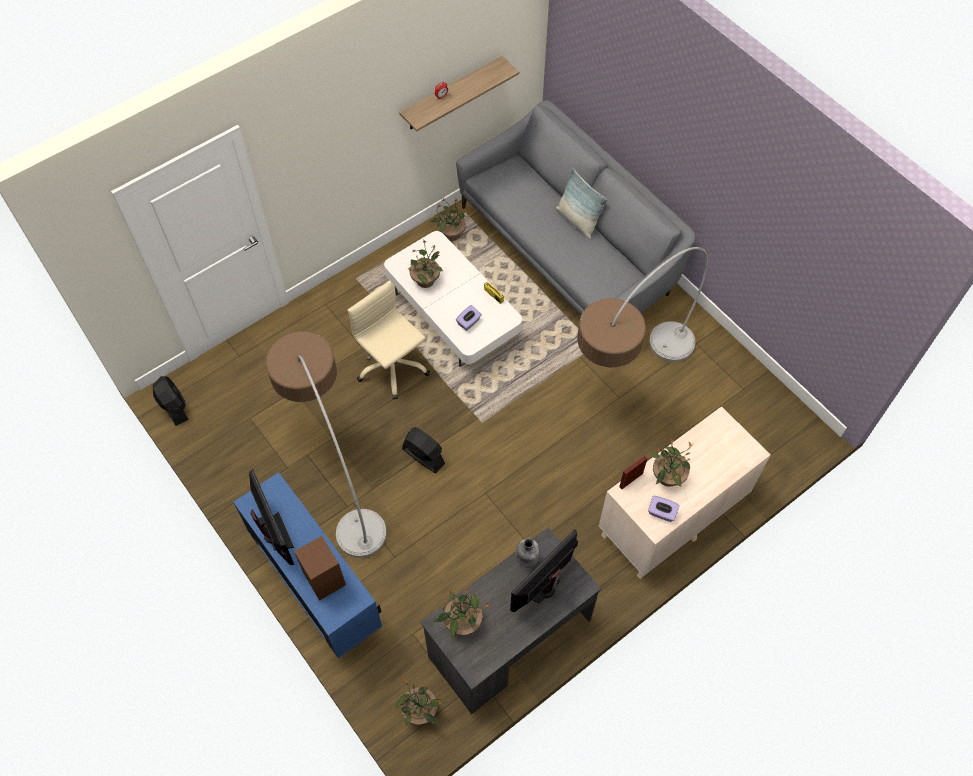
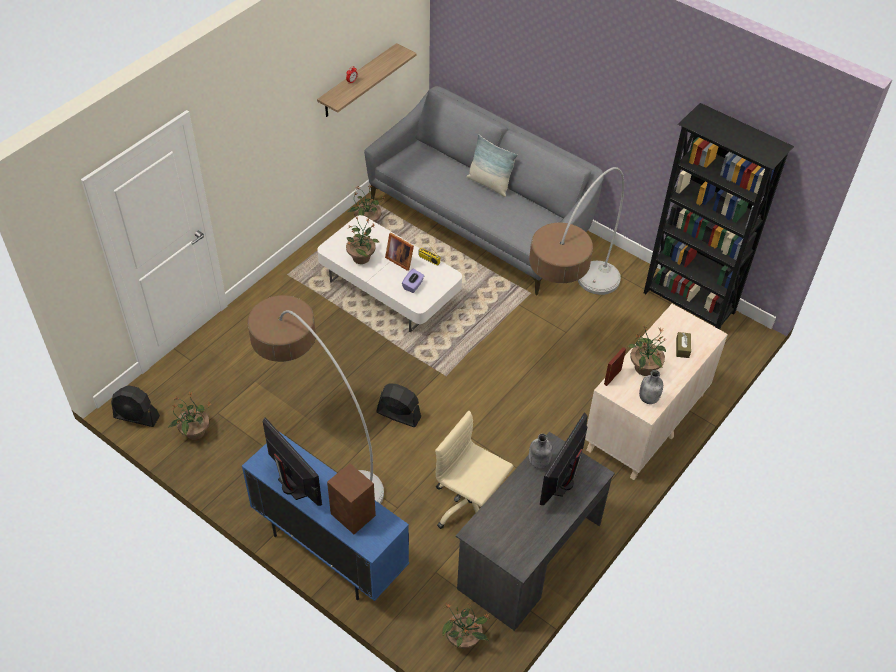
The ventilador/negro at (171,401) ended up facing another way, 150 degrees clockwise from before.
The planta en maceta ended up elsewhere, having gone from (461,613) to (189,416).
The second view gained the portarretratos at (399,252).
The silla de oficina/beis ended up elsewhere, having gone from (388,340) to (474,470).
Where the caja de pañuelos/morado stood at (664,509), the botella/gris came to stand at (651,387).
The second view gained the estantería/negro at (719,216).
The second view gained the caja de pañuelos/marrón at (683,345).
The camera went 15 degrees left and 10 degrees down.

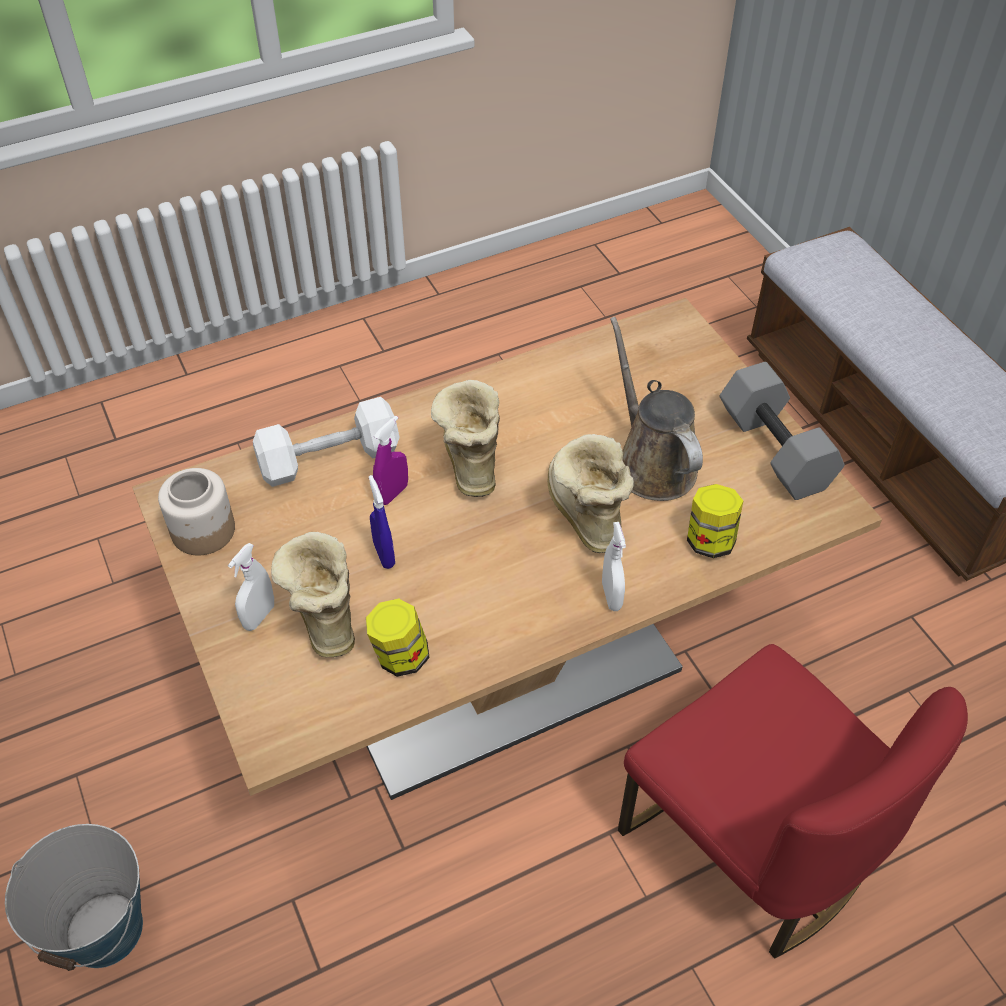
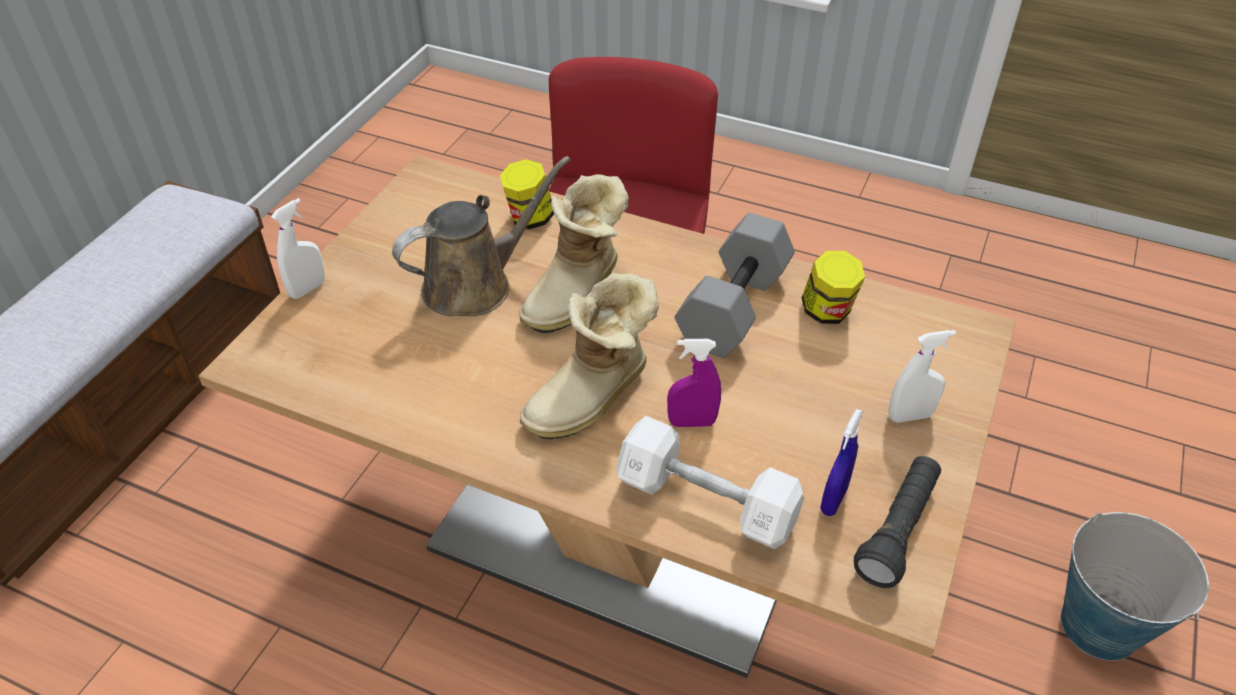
The pulverizador/blanco ended up elsewhere, having gone from (614,566) to (298,248).
The regadera/marrón at (656,409) ended up facing another way, 150 degrees counterclockwise from before.
The mancuerna/gris ended up elsewhere, having gone from (782,431) to (735,285).
The pulverizador/azul ended up elsewhere, having gone from (382,522) to (841,462).
Where the tarro stood at (196,511), the linterna/negro came to stand at (897,522).
The second view lost the bota at (313,594).
The camera went 130 degrees left and 5 degrees down.

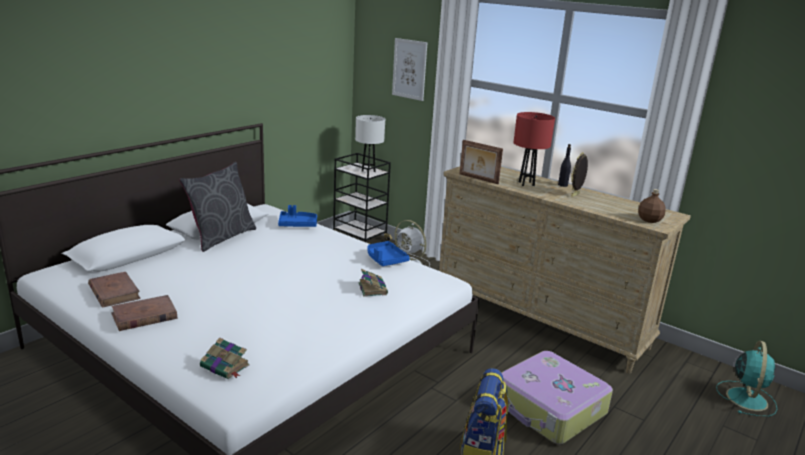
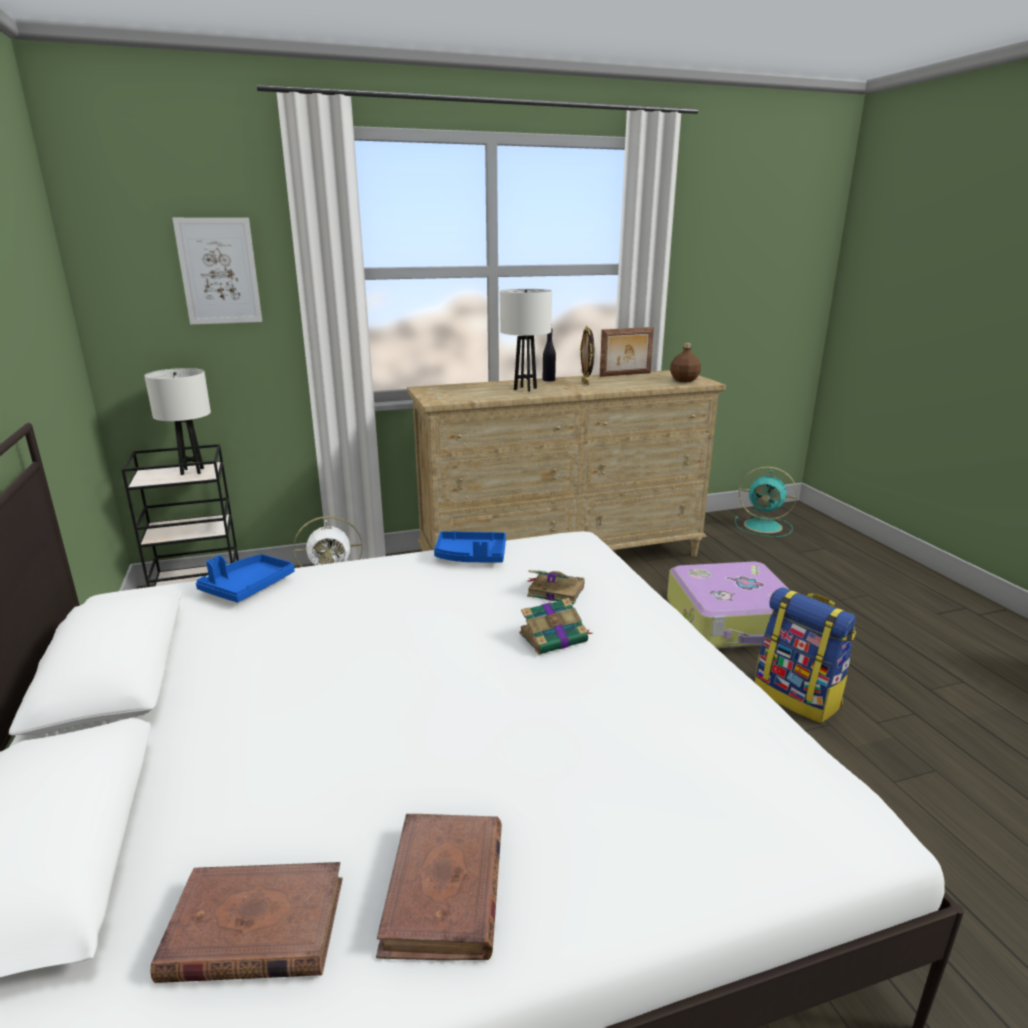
What was the lámpara de mesa/rojo at (534,149) turned into the lámpara de mesa/blanco at (526,340).
The libro ended up elsewhere, having gone from (225,358) to (555,626).
The portarretratos ended up elsewhere, having gone from (481,162) to (626,352).
The ventilador/turquesa at (746,379) ended up facing another way, 150 degrees clockwise from before.
The second view lost the cojín/gris at (217,207).
The camera went 55 degrees left and 0 degrees up.

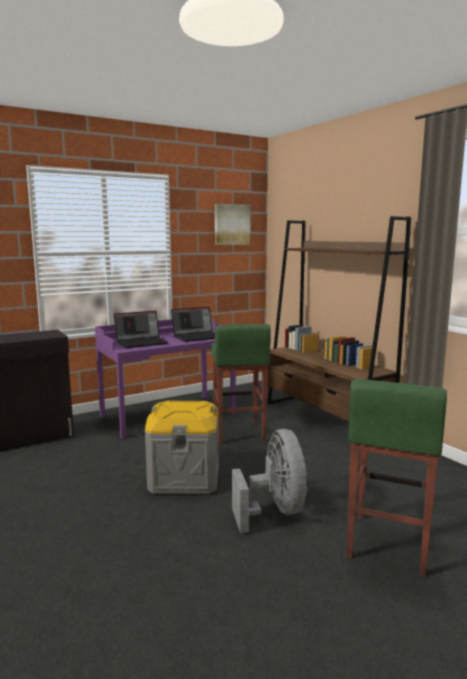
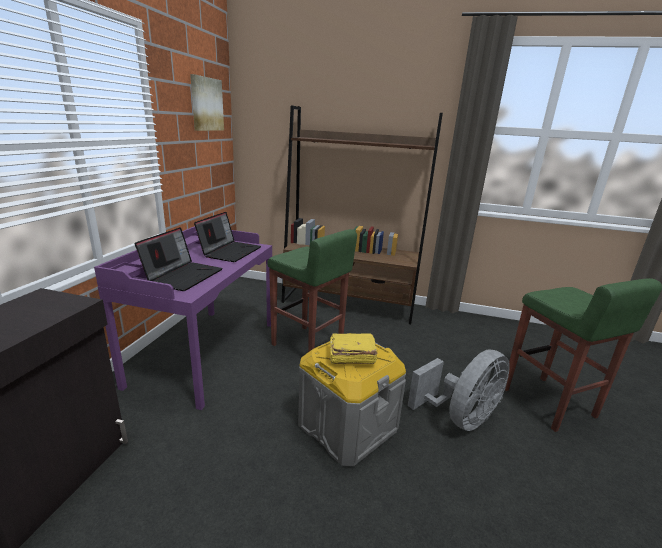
The second view gained the libro/amarillo at (353,348).
The ventilador/gris at (269,481) ended up facing another way, 105 degrees clockwise from before.
The camera went 45 degrees left and 10 degrees up.

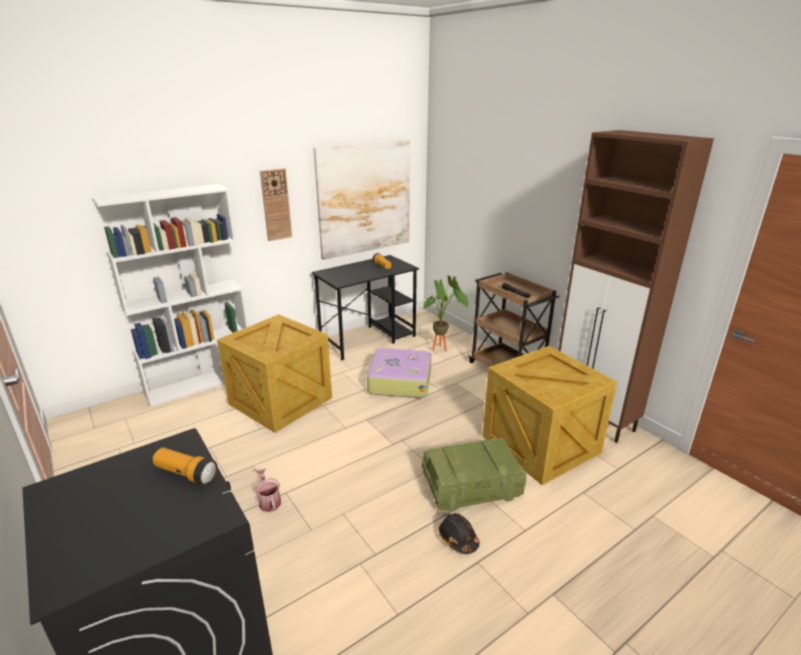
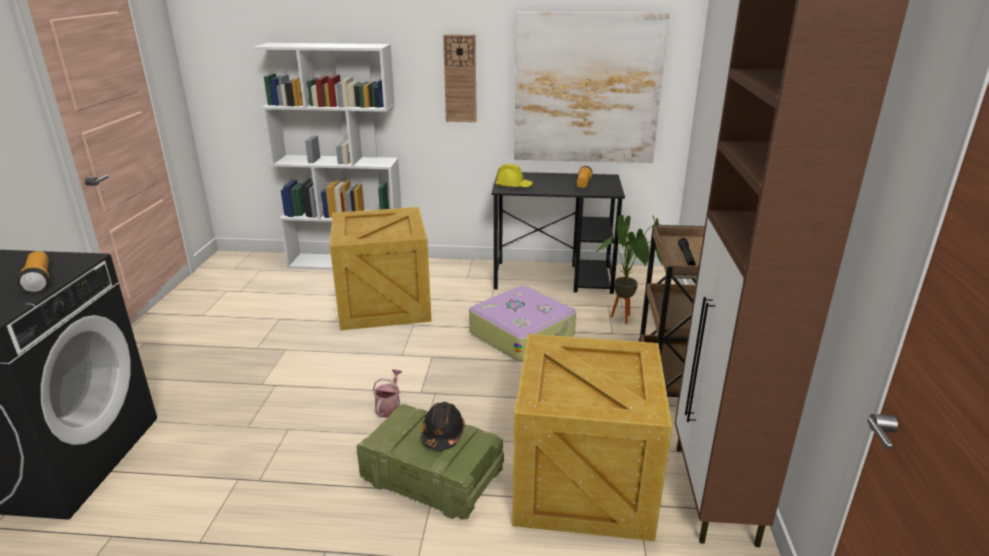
The regadera ended up elsewhere, having gone from (268,490) to (387,393).
The casco/negro ended up elsewhere, having gone from (459,533) to (443,426).
The second view gained the casco/amarillo at (514,176).
The camera went 40 degrees right and 0 degrees up.

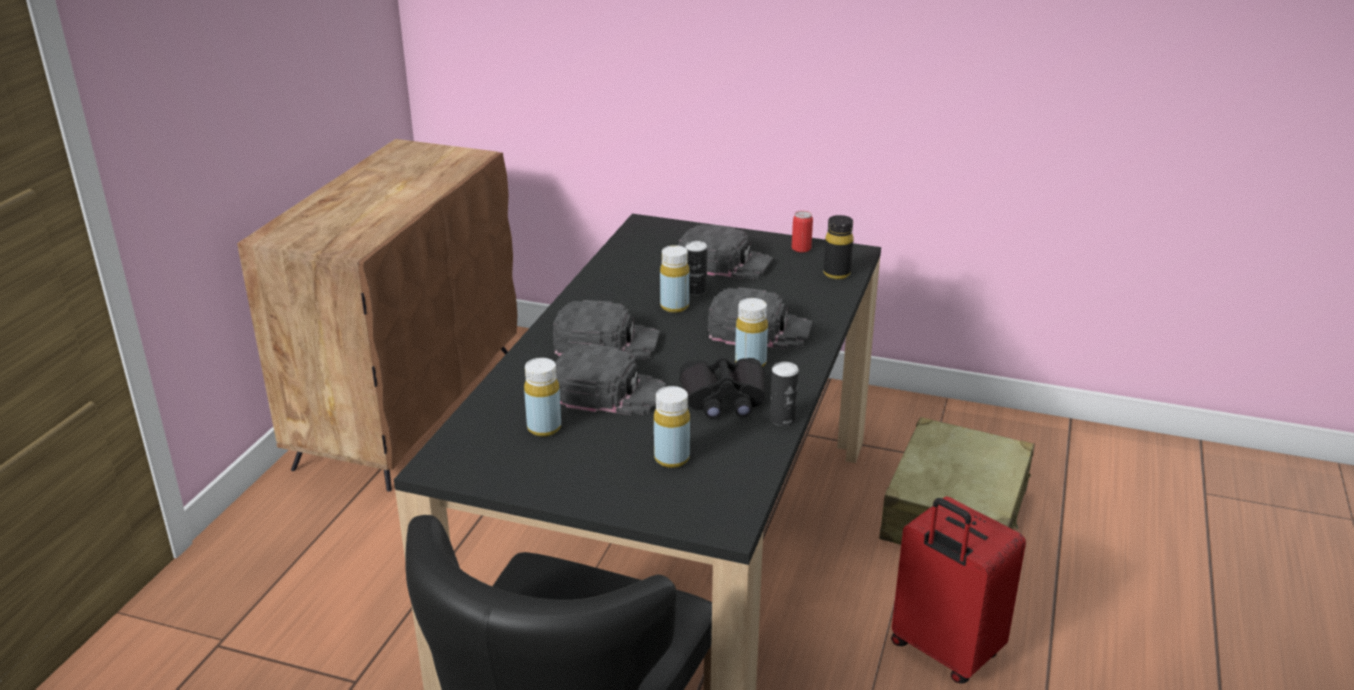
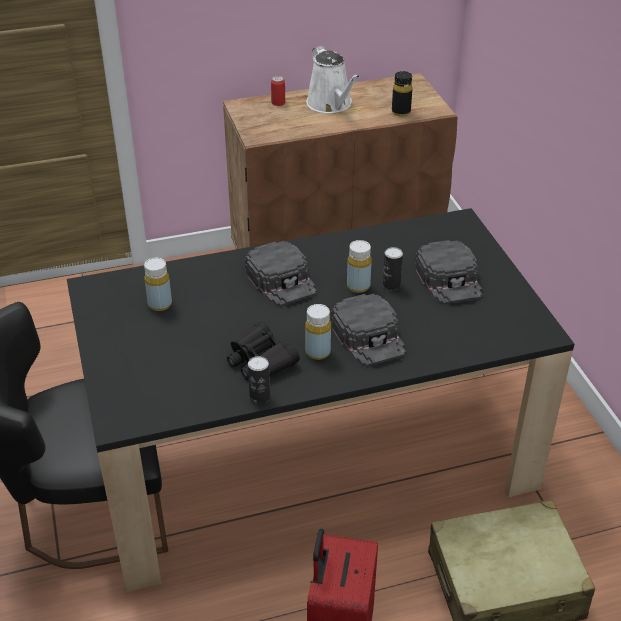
The lata ended up elsewhere, having gone from (802,231) to (278,91).
The second view gained the regadera/blanco at (332,79).
The botella/negro ended up elsewhere, having gone from (838,247) to (402,94).
The second view lost the gorra/negro at (610,379).
The second view lost the botella/amarillo at (672,427).
The camera went 55 degrees right and 10 degrees up.

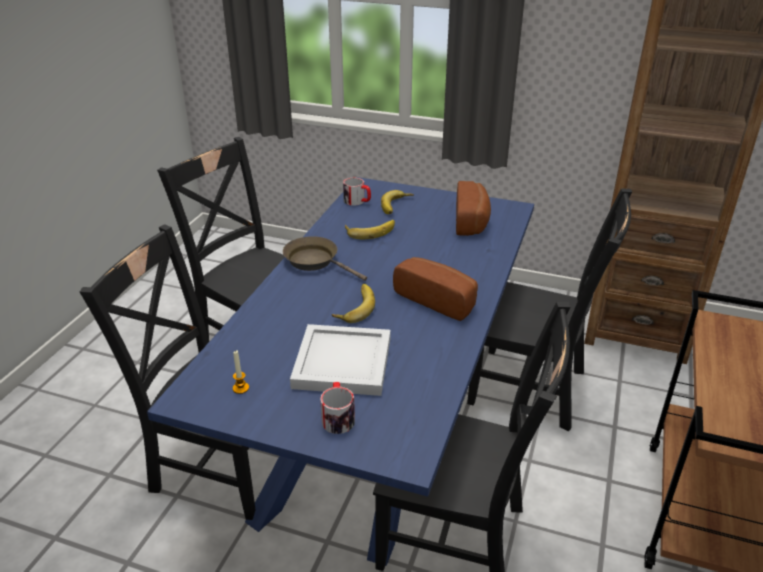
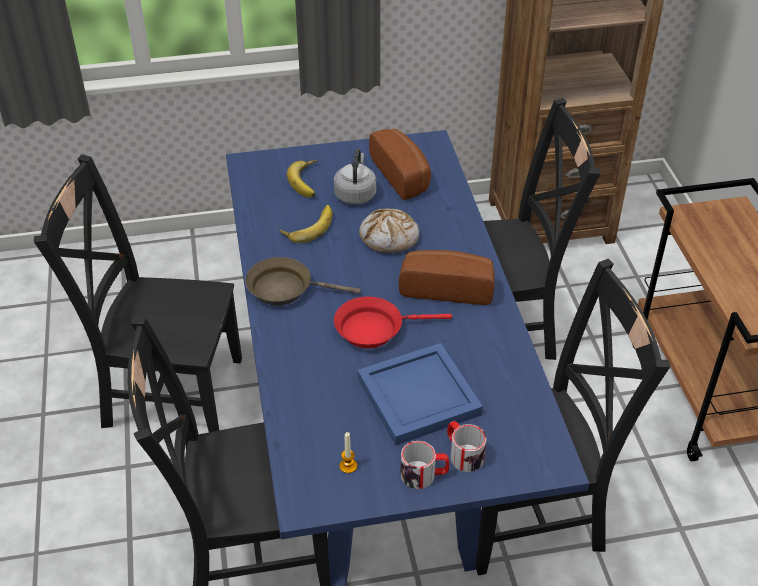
The second view gained the hervidor/gris at (355,176).
Where the plátano stood at (353,303), the sartén/rojo came to stand at (393,322).
What was the bandeja/blanco at (340,360) turned into the bandeja/azul at (420,394).
The second view gained the pan at (389,230).
The taza grande ended up elsewhere, having gone from (357,192) to (425,465).
The camera went 30 degrees left and 10 degrees up.

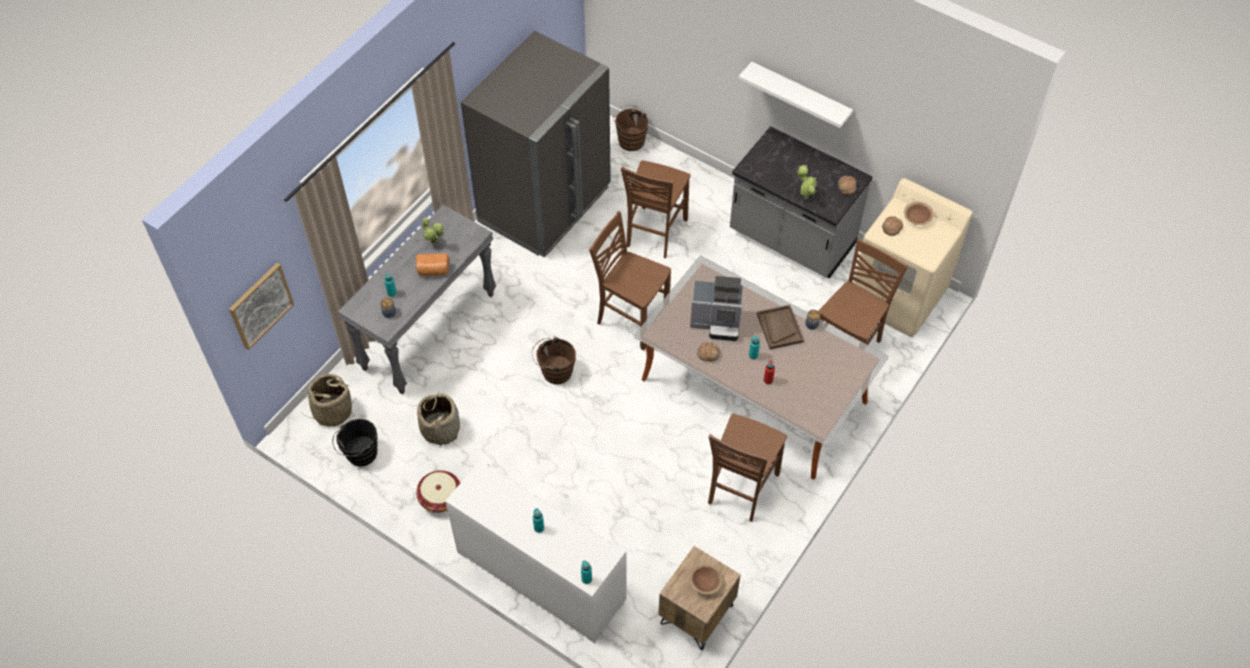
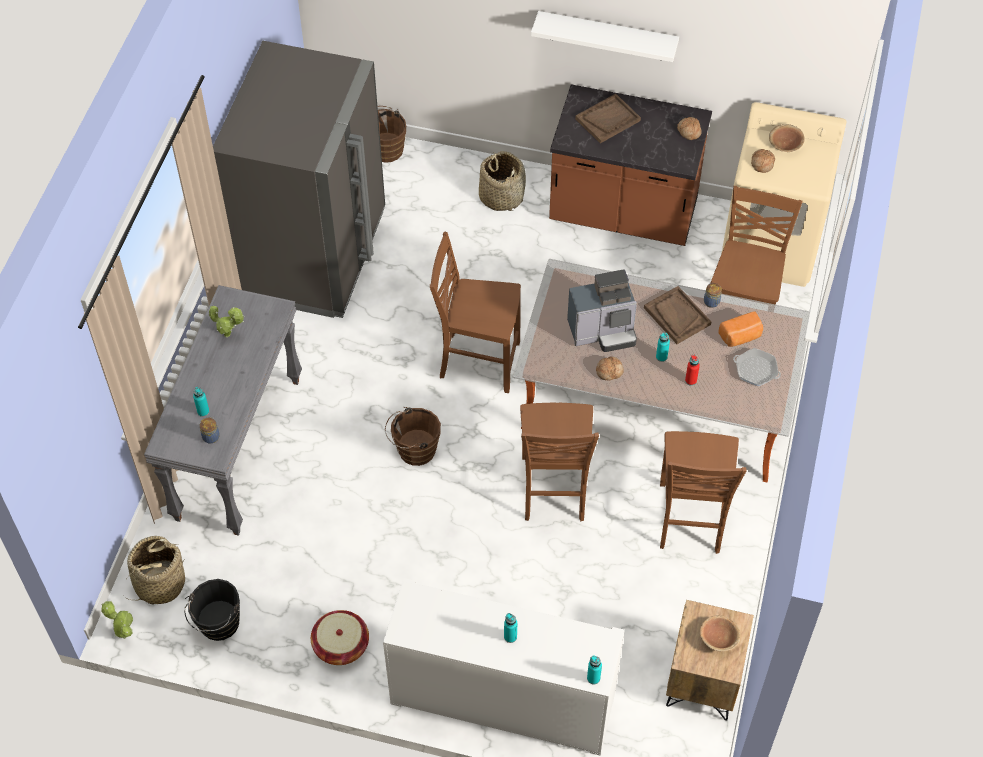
The planta en maceta ended up elsewhere, having gone from (807,182) to (117,619).
The cesta ended up elsewhere, having gone from (438,419) to (502,181).
The silla/marrón ended up elsewhere, having gone from (656,209) to (559,462).
What was the mueble bajo de cocina/gris at (801,202) turned into the mueble bajo de cocina/marrón at (630,165).
The second view gained the bandeja/marrón at (608,118).
The pan ended up elsewhere, having gone from (432,264) to (740,329).
The second view gained the sartén at (757,367).
The second view lost the cuadro at (261,306).
The camera went 20 degrees left and 0 degrees up.

